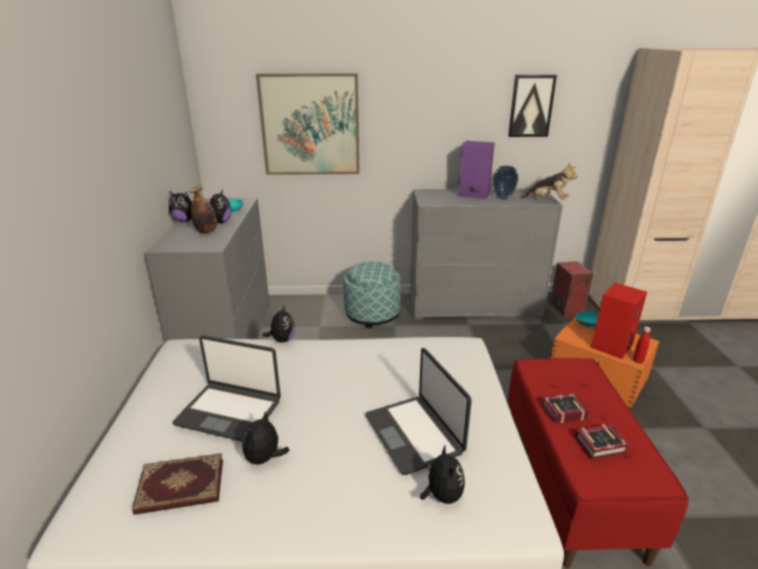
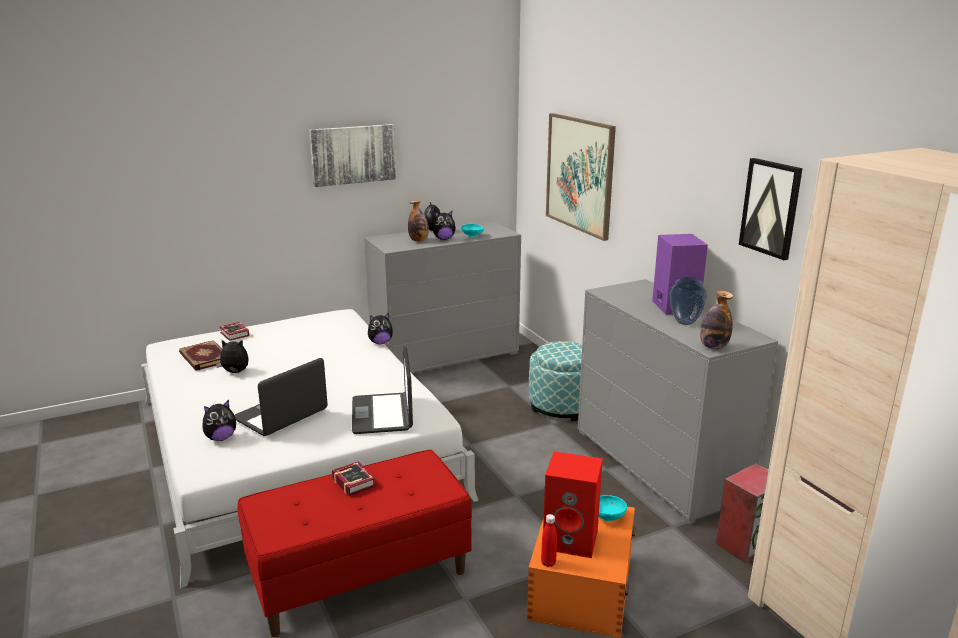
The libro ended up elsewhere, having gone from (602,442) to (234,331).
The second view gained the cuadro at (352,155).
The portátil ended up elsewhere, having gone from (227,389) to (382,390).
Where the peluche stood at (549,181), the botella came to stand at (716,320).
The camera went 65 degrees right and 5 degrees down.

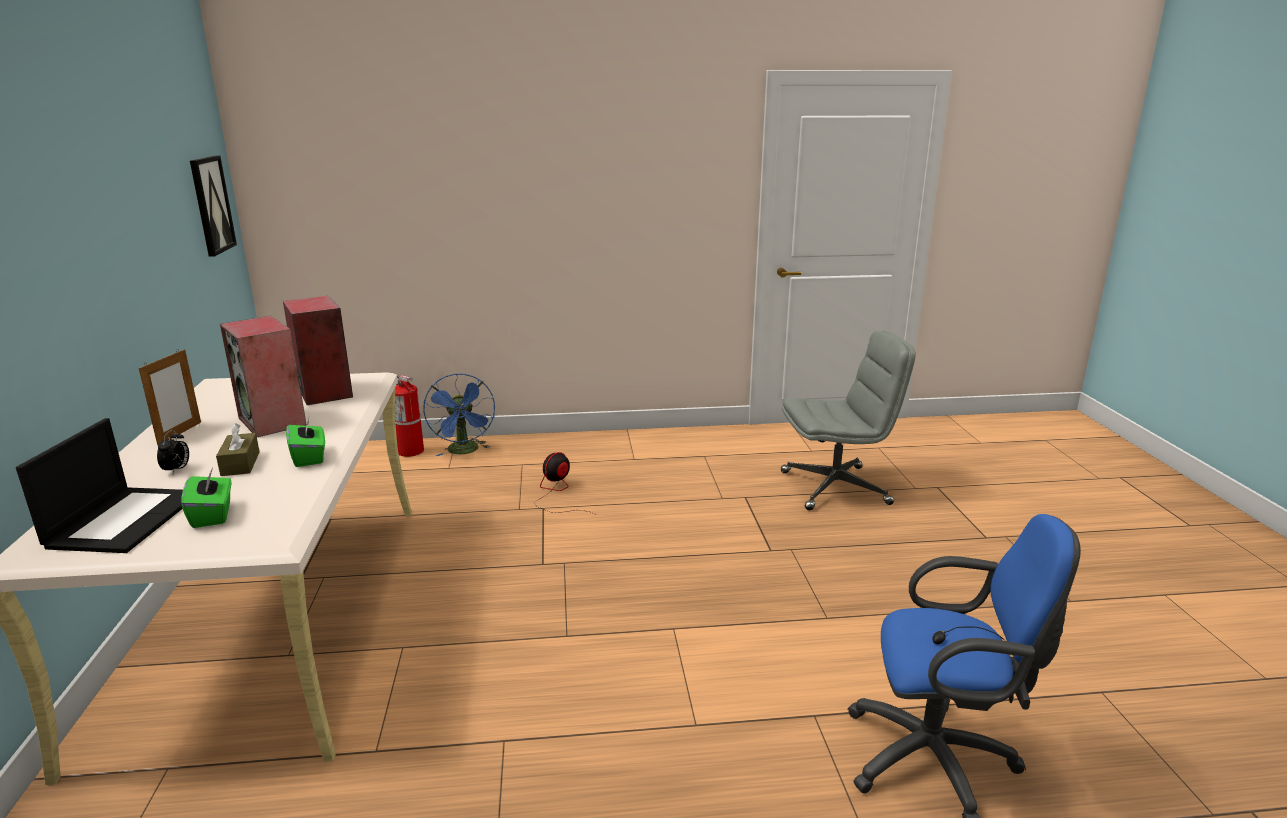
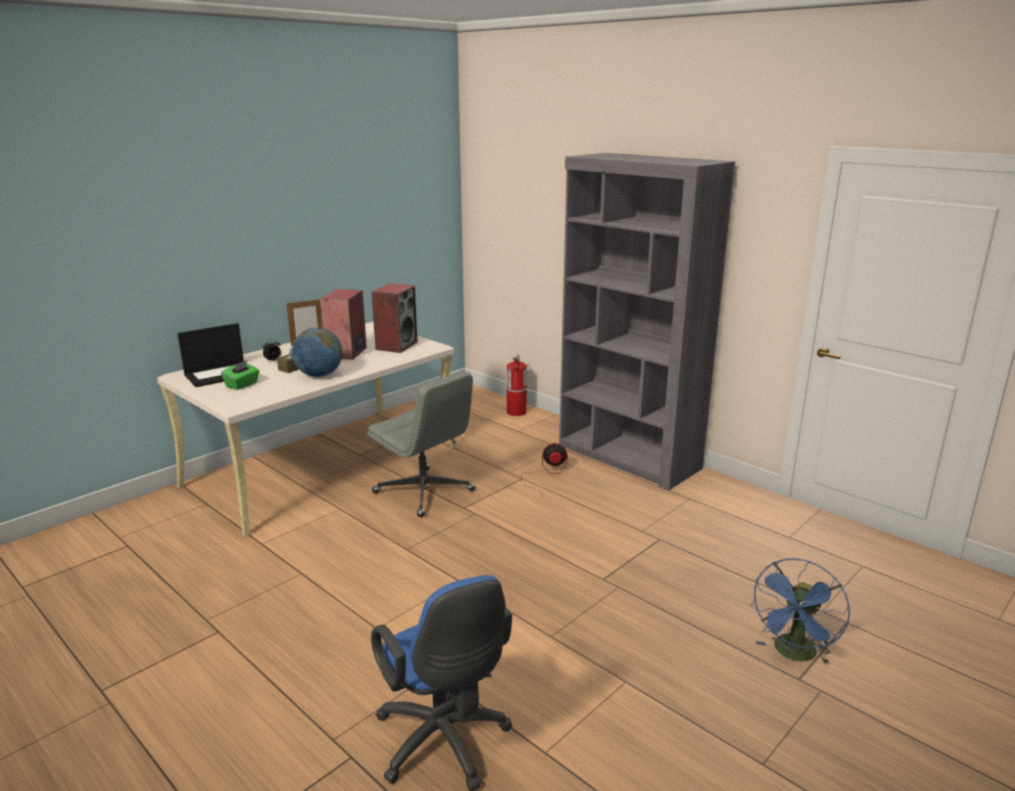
Where the caja de pañuelos/verde stood at (305,441), the globo terráqueo came to stand at (317,352).
The silla de oficina/gris ended up elsewhere, having gone from (848,420) to (421,444).
The second view gained the estantería/gris at (647,321).
The ventilador/azul ended up elsewhere, having gone from (459,414) to (800,611).
The second view lost the cuadro at (213,206).
The camera went 50 degrees right and 0 degrees up.

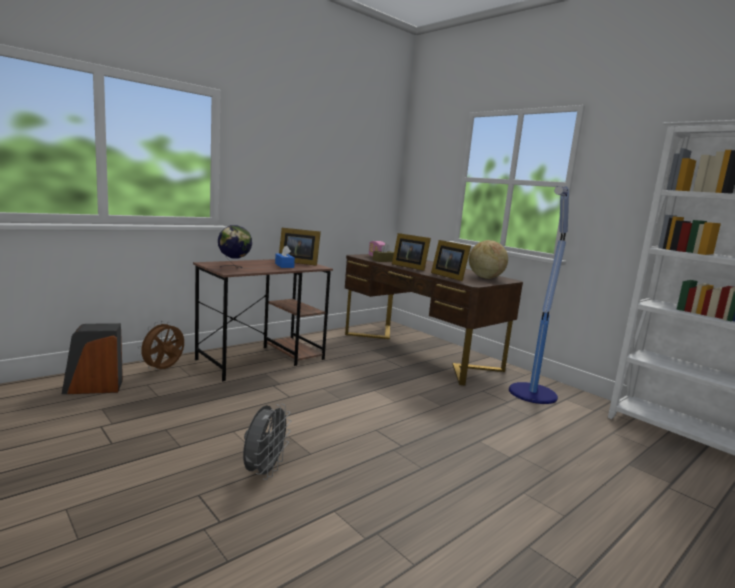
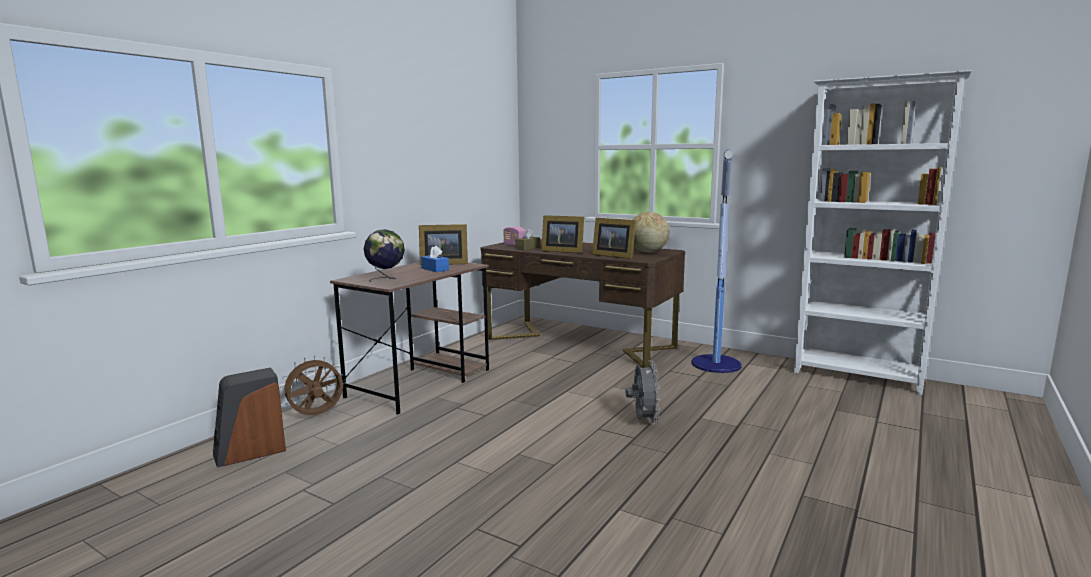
The ventilador/marrón at (160,345) ended up facing another way, 45 degrees clockwise from before.
The ventilador/gris ended up elsewhere, having gone from (267,442) to (643,393).
The camera went 15 degrees left and 0 degrees up.

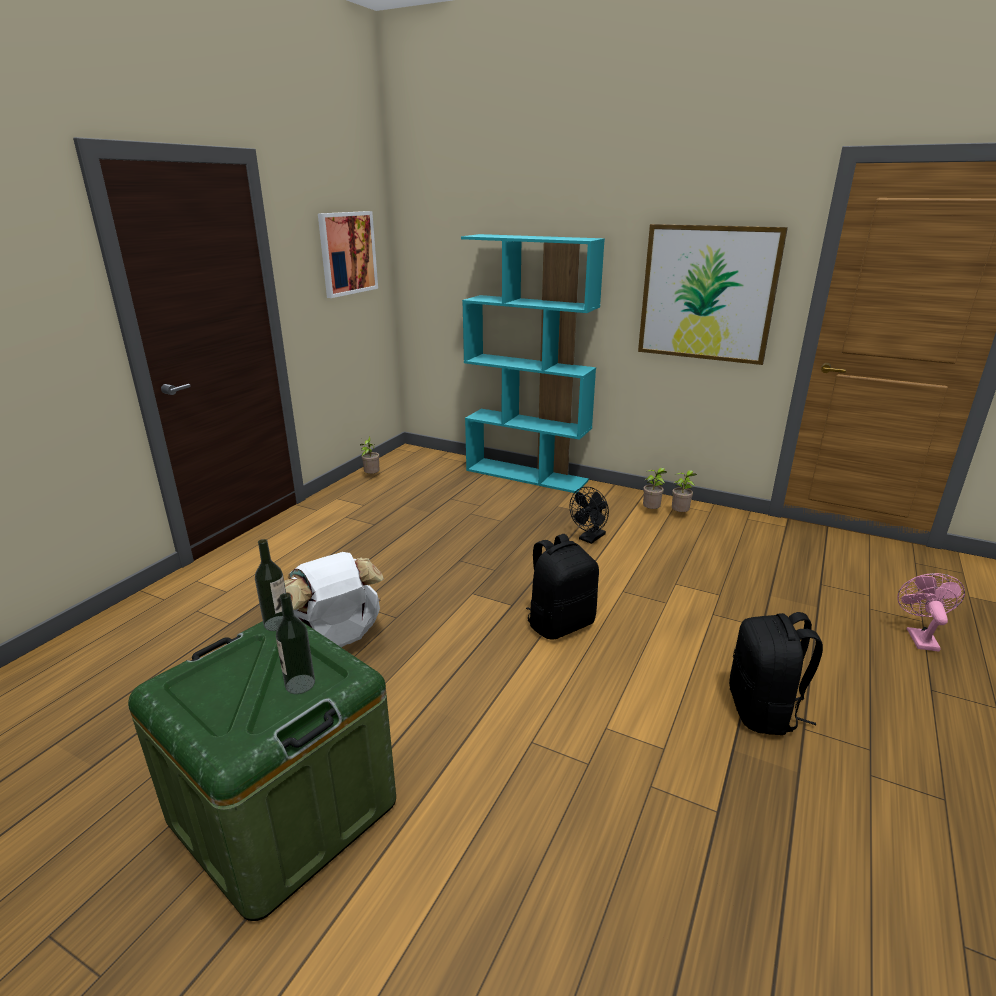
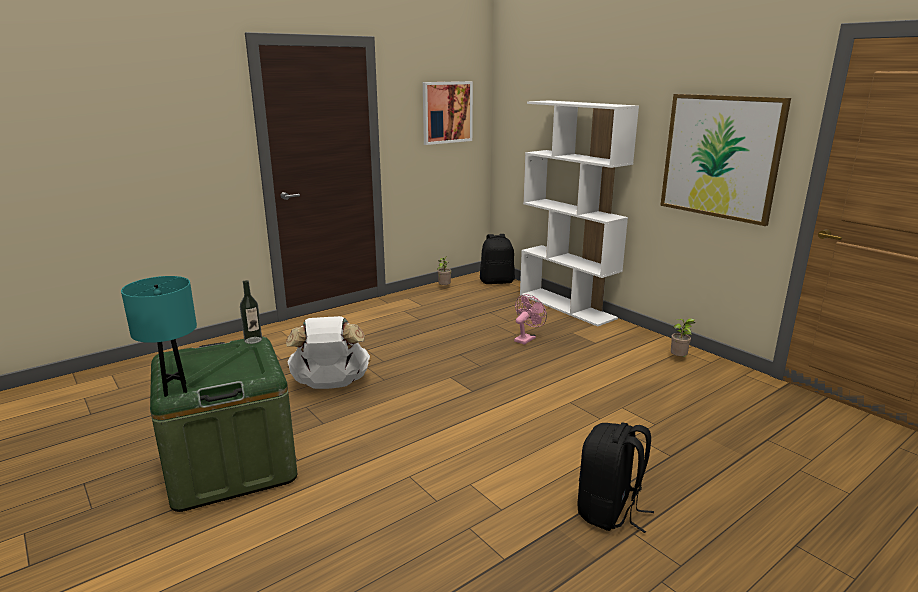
The second view gained the lámpara de mesa/turquesa at (159,336).
The mochila/negro ended up elsewhere, having gone from (562,587) to (497,259).
The ventilador/rosa ended up elsewhere, having gone from (931,612) to (530,319).
What was the estantería/turquesa at (533,363) turned into the estantería/blanco at (579,213).
The second view lost the botella at (295,643).
The second view lost the ventilador/negro at (589,515).
The second view lost the planta en maceta at (655,488).
The camera went 25 degrees right and 5 degrees down.

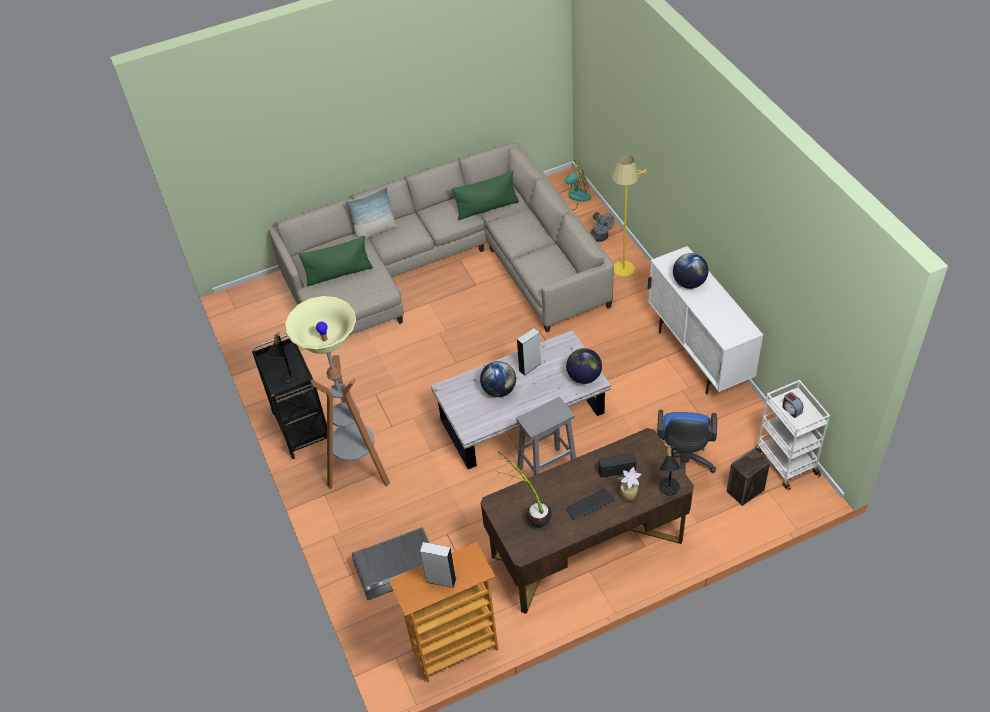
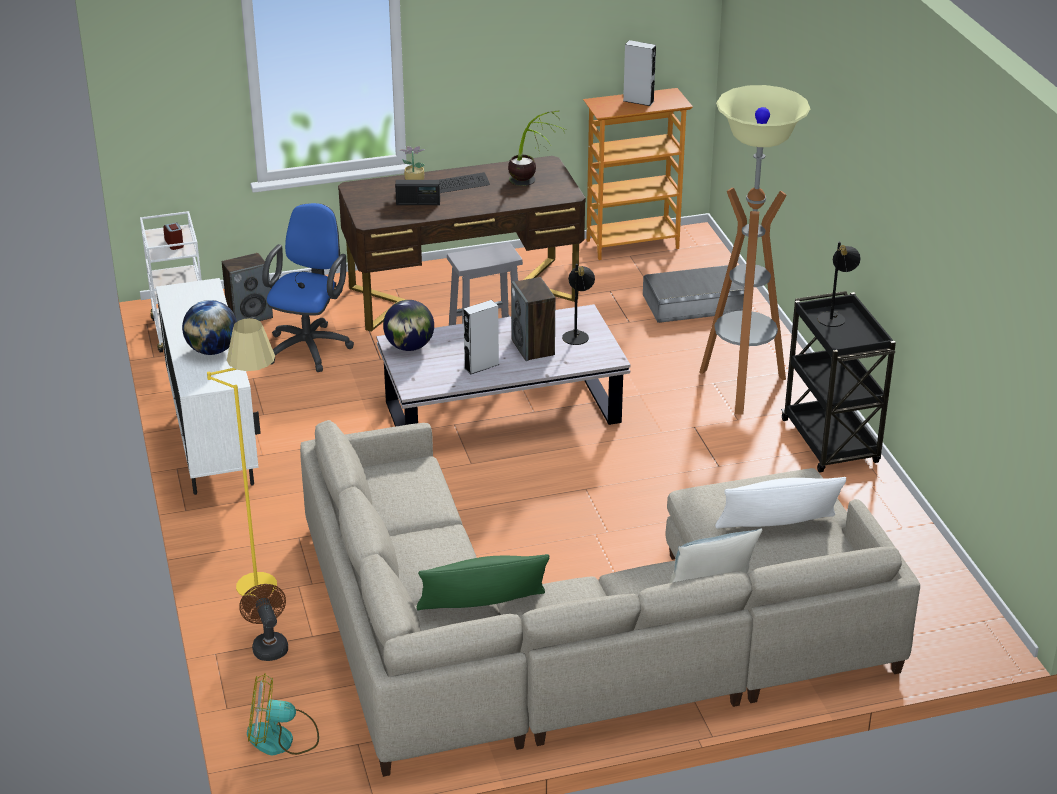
What was the ventilador/gris at (602,227) turned into the ventilador/marrón at (263,622).
Where the globo terráqueo stood at (498,379), the altavoz came to stand at (533,319).
The lámpara de mesa/negro ended up elsewhere, having gone from (670,469) to (578,304).
What was the cojín/verde at (335,261) turned into the cojín/blanco at (780,503).
The camera went 175 degrees left and 15 degrees down.

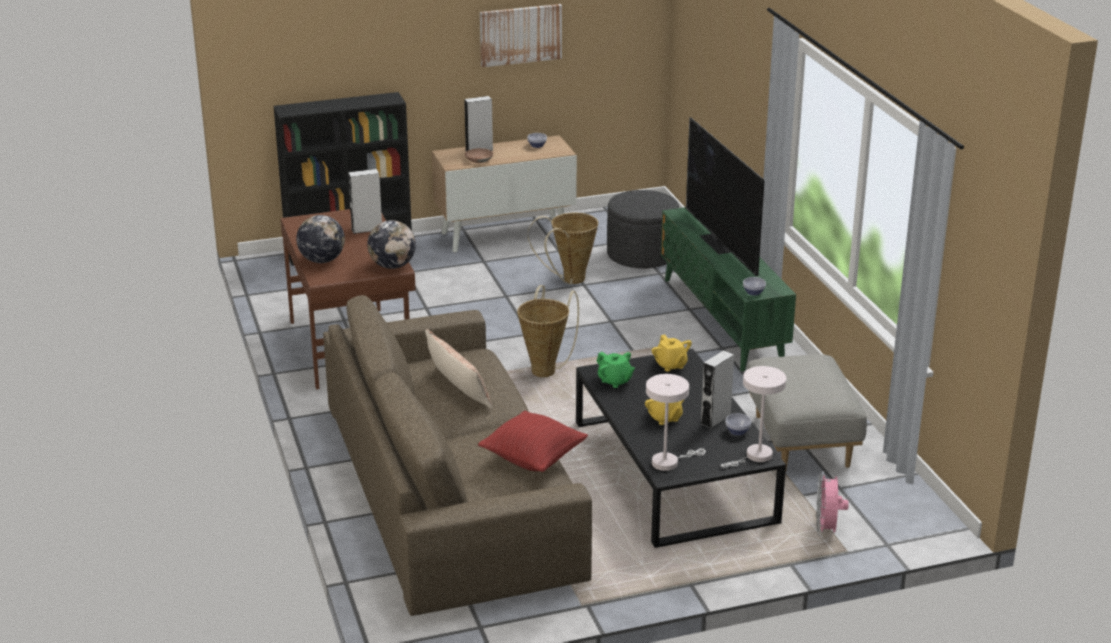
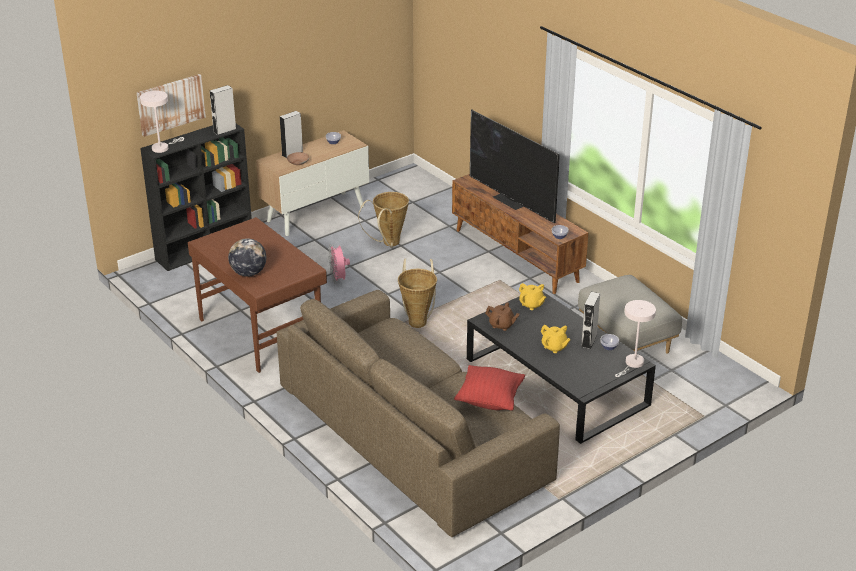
The cuadro ended up elsewhere, having gone from (521,35) to (171,105).
The lámpara de mesa/blanco ended up elsewhere, having gone from (676,422) to (162,121).
The altavoz/gris ended up elsewhere, having gone from (365,201) to (223,110).
The ventilador/rosa ended up elsewhere, having gone from (832,503) to (339,264).
What was the mueble de televisión/verde at (728,289) turned into the mueble de televisión/marrón at (520,234).
What was the tetera/verde at (616,370) turned into the tetera/marrón at (502,316).
The second view lost the globo terráqueo at (391,244).
The second view lost the cojín at (458,369).
The second view lost the puf/gris at (643,229).
The camera went 20 degrees left and 5 degrees up.

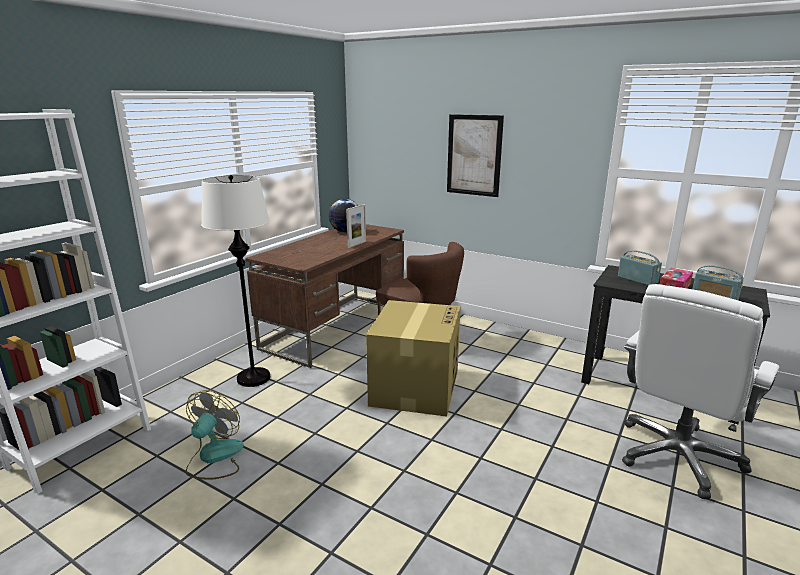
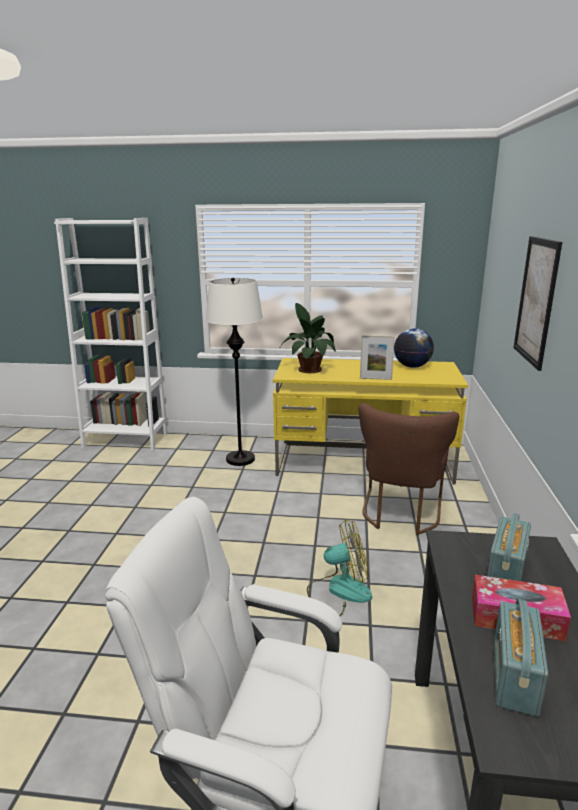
What was the escritorio/marrón at (325,296) turned into the escritorio/amarillo at (370,421).
The second view gained the planta en maceta at (307,338).
The ventilador ended up elsewhere, having gone from (215,435) to (339,567).
The second view lost the caja de cartón at (413,358).
The camera went 65 degrees right and 0 degrees up.

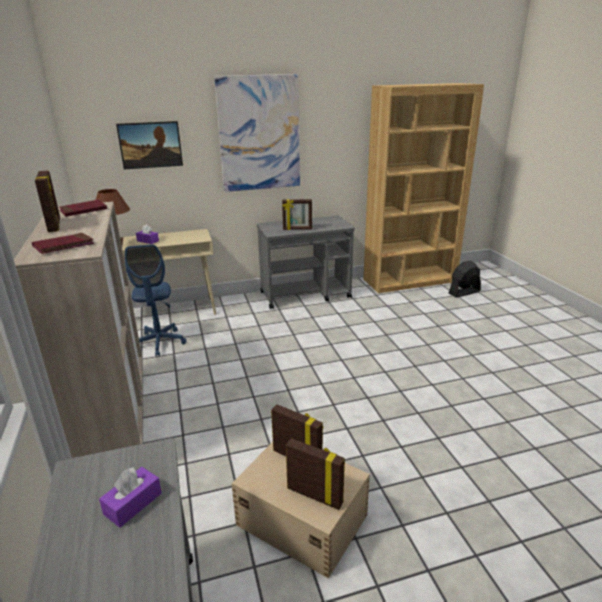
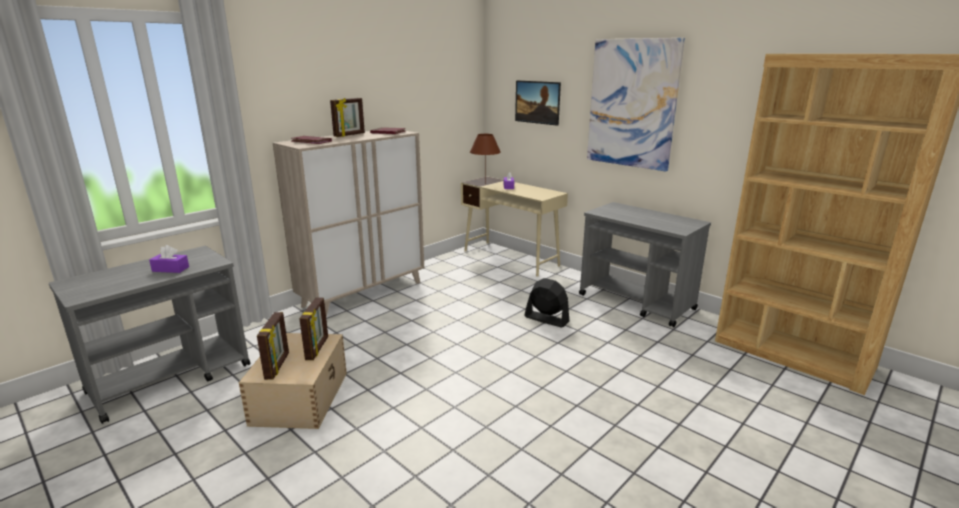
The ventilador/negro ended up elsewhere, having gone from (465,279) to (546,303).
The second view lost the silla de oficina/azul at (155,300).
The second view lost the portarretratos at (297,214).
The camera went 60 degrees right and 5 degrees down.

